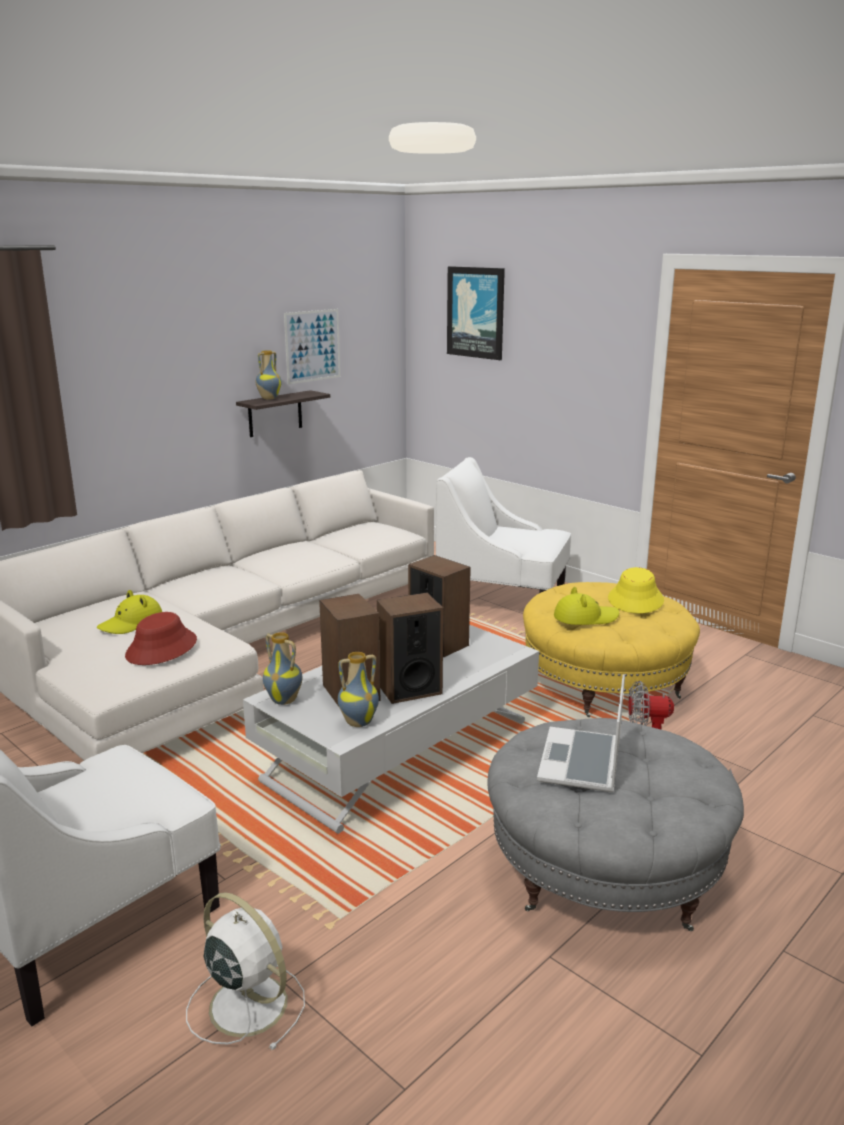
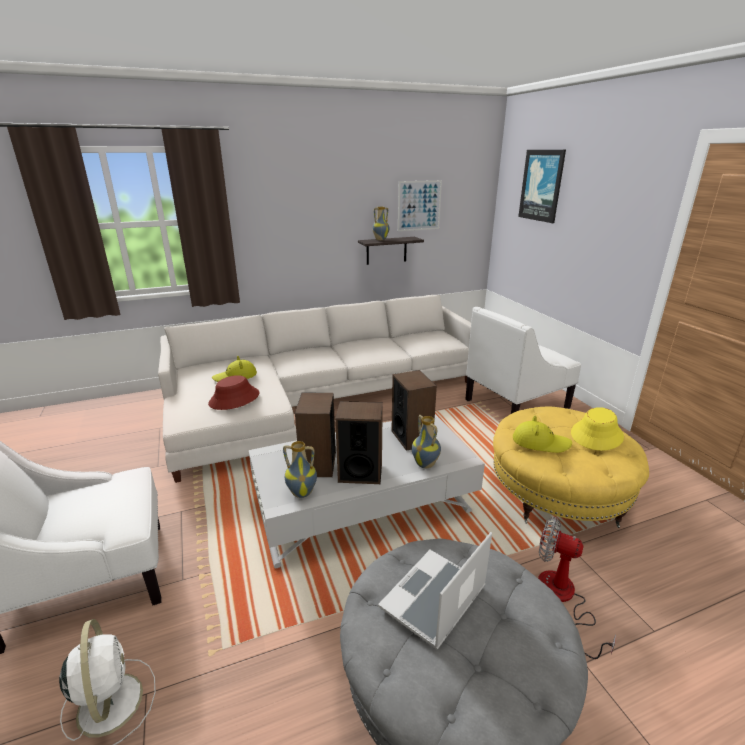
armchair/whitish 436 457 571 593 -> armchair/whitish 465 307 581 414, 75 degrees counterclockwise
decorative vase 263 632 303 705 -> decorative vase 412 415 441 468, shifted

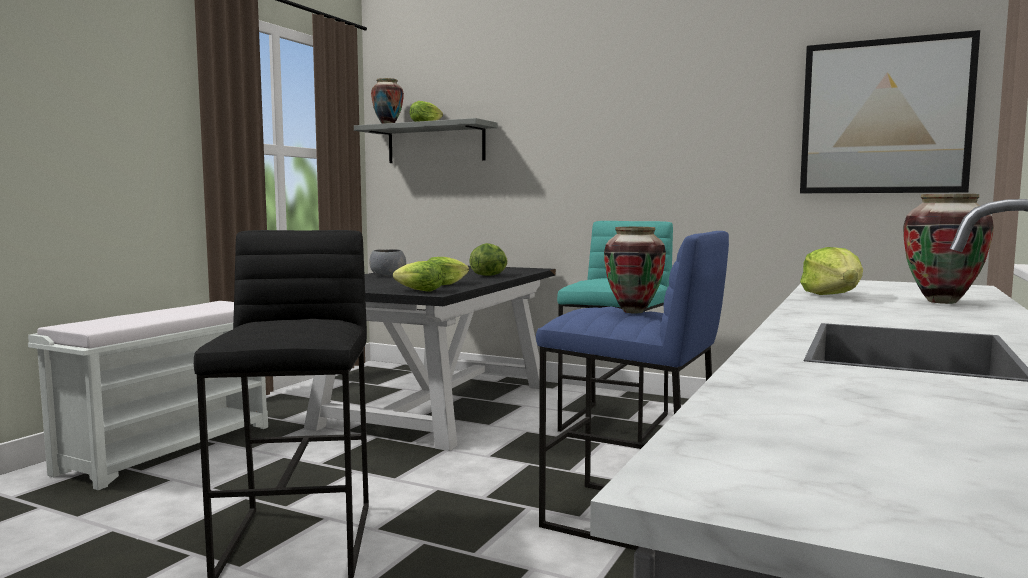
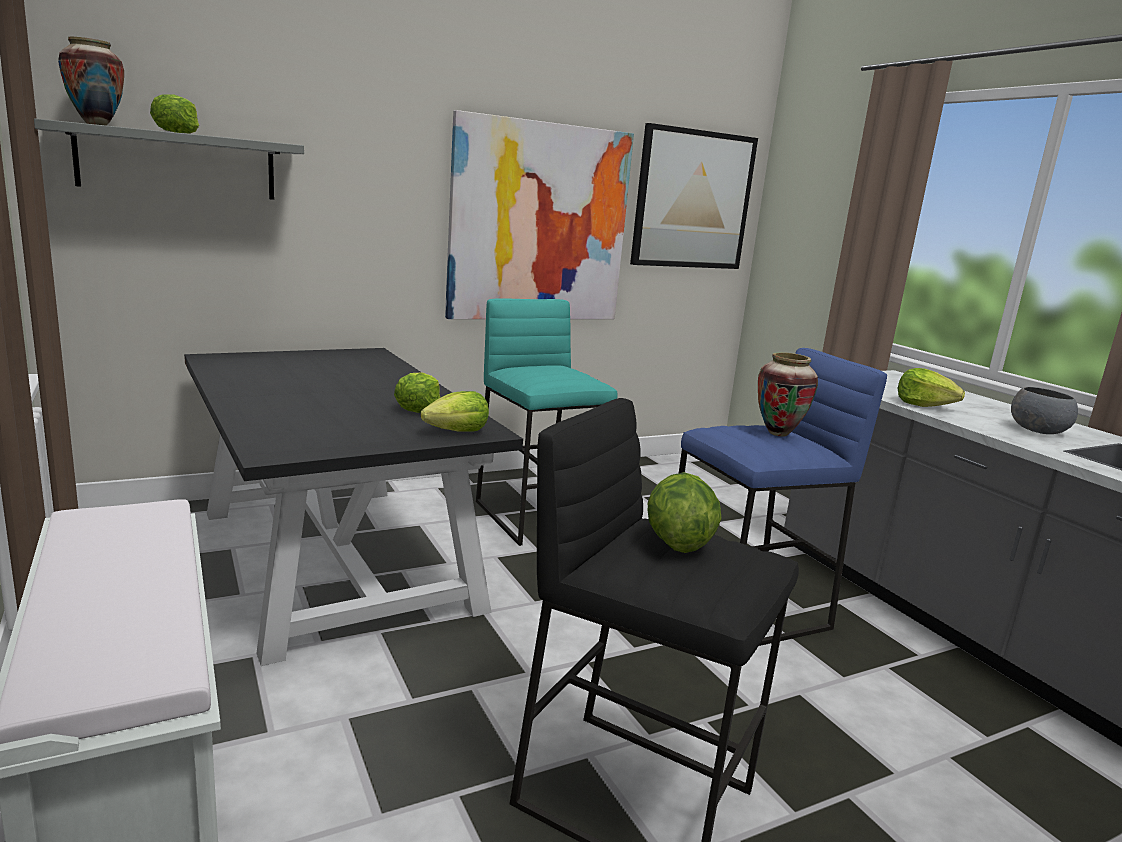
decorative vase 903 194 994 304 -> none
lettuce head 469 243 508 276 -> lettuce head 647 472 722 553, shifted
serving bowl/greyish 369 249 406 277 -> serving bowl/greyish 1011 387 1078 434, shifted
none -> wall picture 445 110 634 319

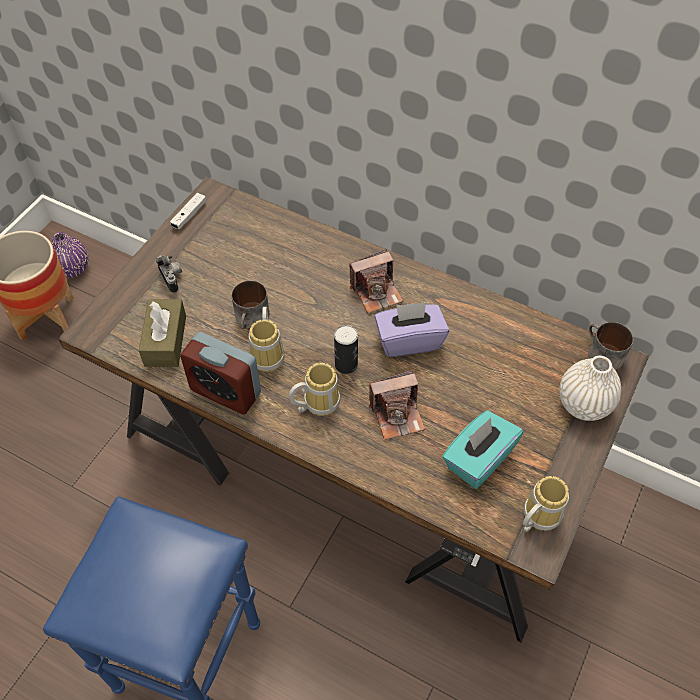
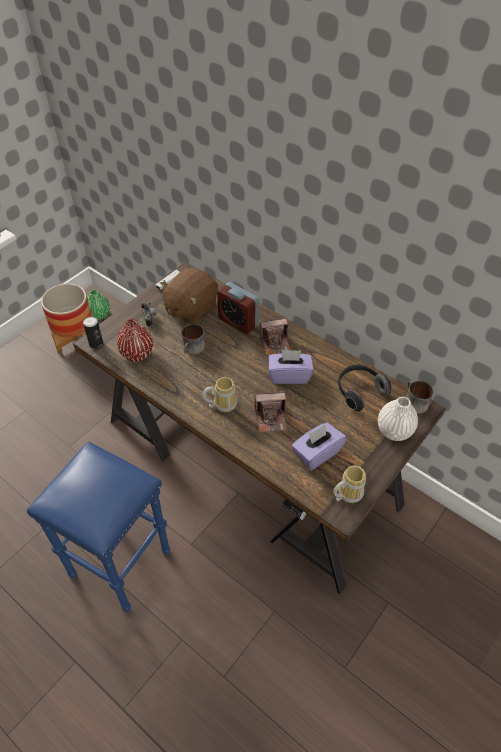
decorative vase/purple-coloured 51 232 89 277 -> decorative vase/green-coloured 87 290 110 320
tissue holder/brown 139 299 186 367 -> decorative vase/red 117 319 153 361
mug 249 307 285 372 -> none
sealed can 334 325 358 374 -> sealed can 83 316 103 349, shifted
alarm clock 180 332 261 415 -> alarm clock 217 282 259 334, shifted
tissue holder/turquoise 442 410 523 489 -> tissue holder/purple-coloured 292 422 347 470
none -> plush toy/brown 160 268 218 324
none -> headset 338 365 391 411

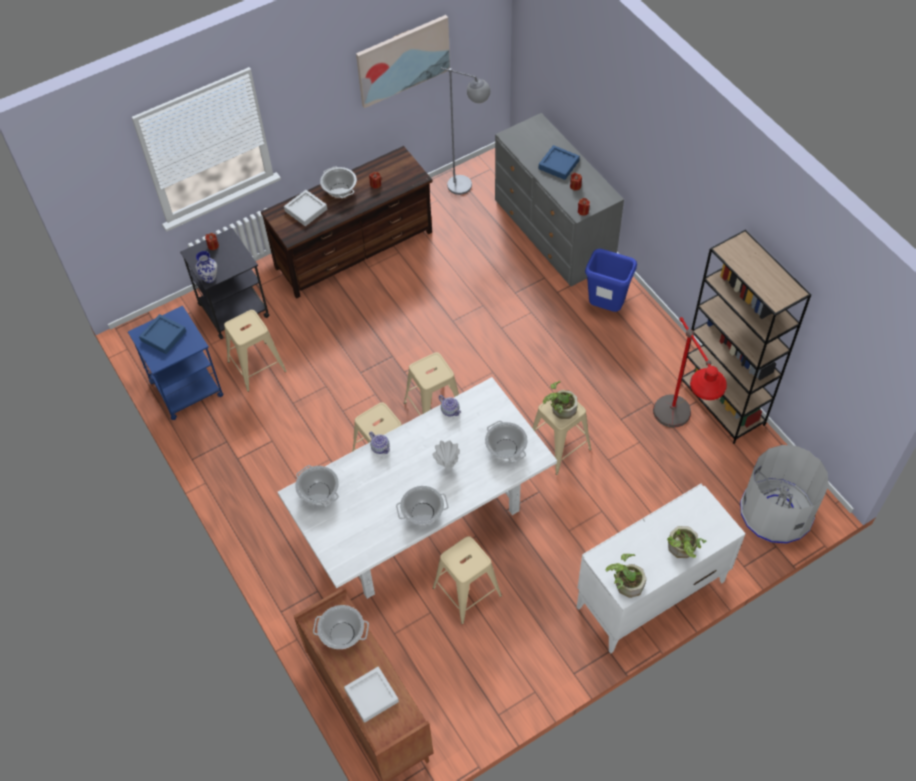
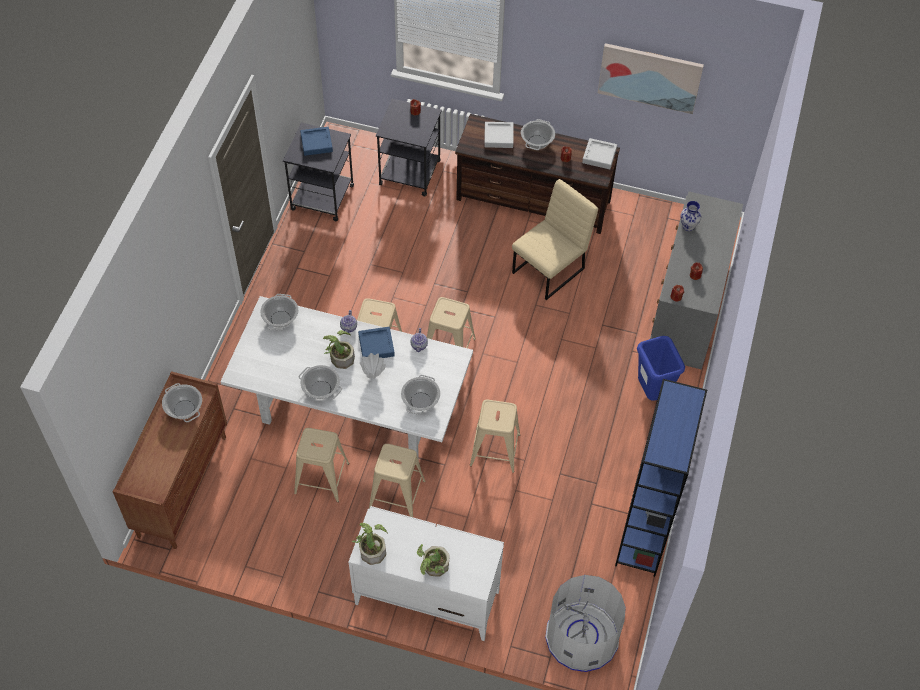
floor lamp/greyish 441 68 490 195 -> none
tray/blue-coloured 539 145 580 180 -> tray/blue-coloured 358 327 395 358, shifted
bookcase/beige-coloured 681 230 811 444 -> bookcase/blue-coloured 615 379 707 577
decorative vase 195 251 217 283 -> decorative vase 680 201 701 231, shifted
trolley/blue-coloured 128 306 223 420 -> trolley/blackish 283 122 354 221
stool seat/beige-coloured 224 310 287 392 -> stool seat/beige-coloured 369 444 425 517, shifted
floor lamp/red 653 317 727 428 -> none
potted plant 543 381 578 419 -> potted plant 323 330 355 369, shifted
tray/greyish 344 667 399 723 -> tray/greyish 582 138 617 169, shifted
none -> chair/beige-coloured 512 179 598 300

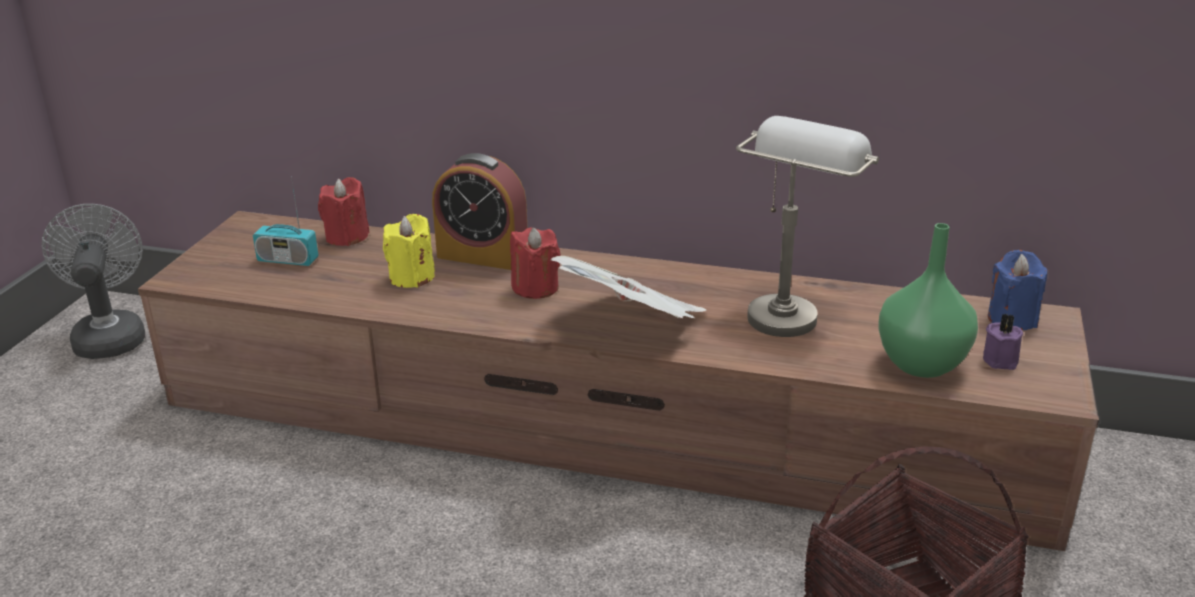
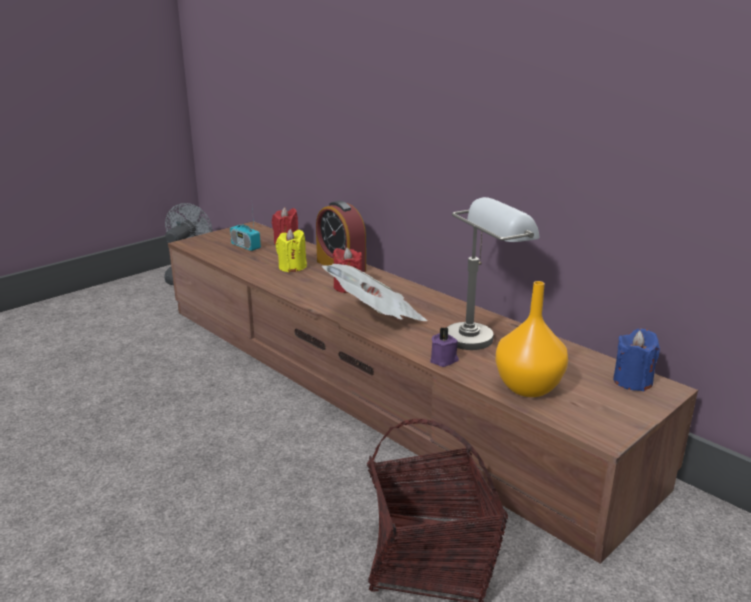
decorative vase/green-coloured 878 223 978 378 -> decorative vase/orange 495 281 568 397
candle/purple-coloured 983 314 1023 370 -> candle/purple-coloured 430 327 459 367, shifted

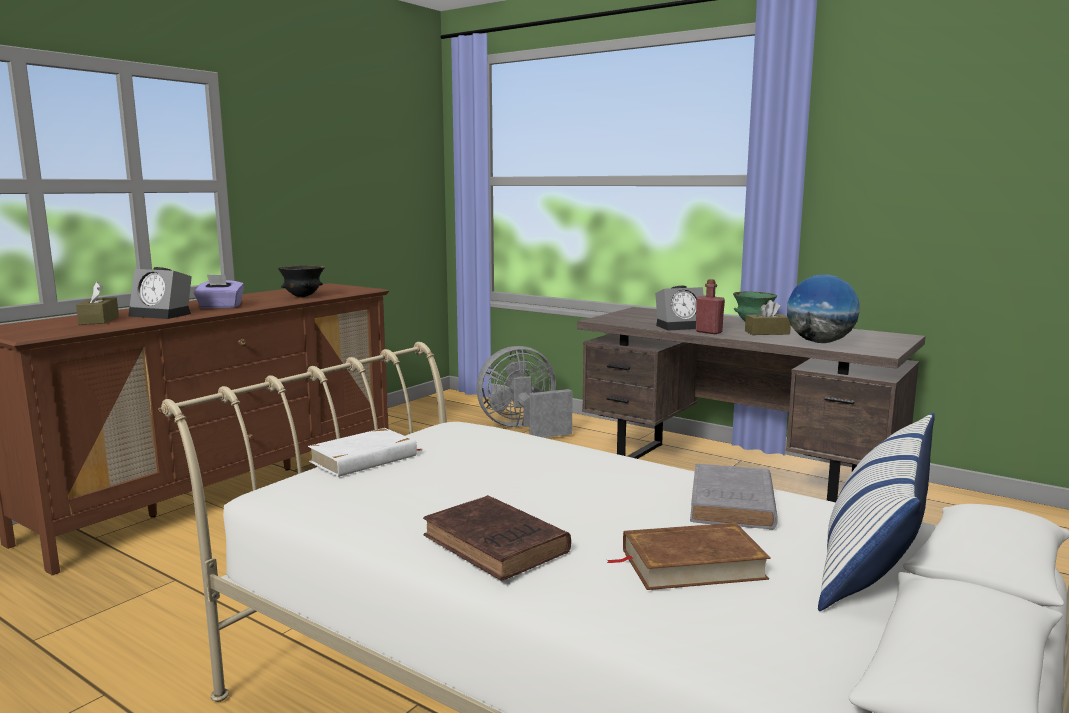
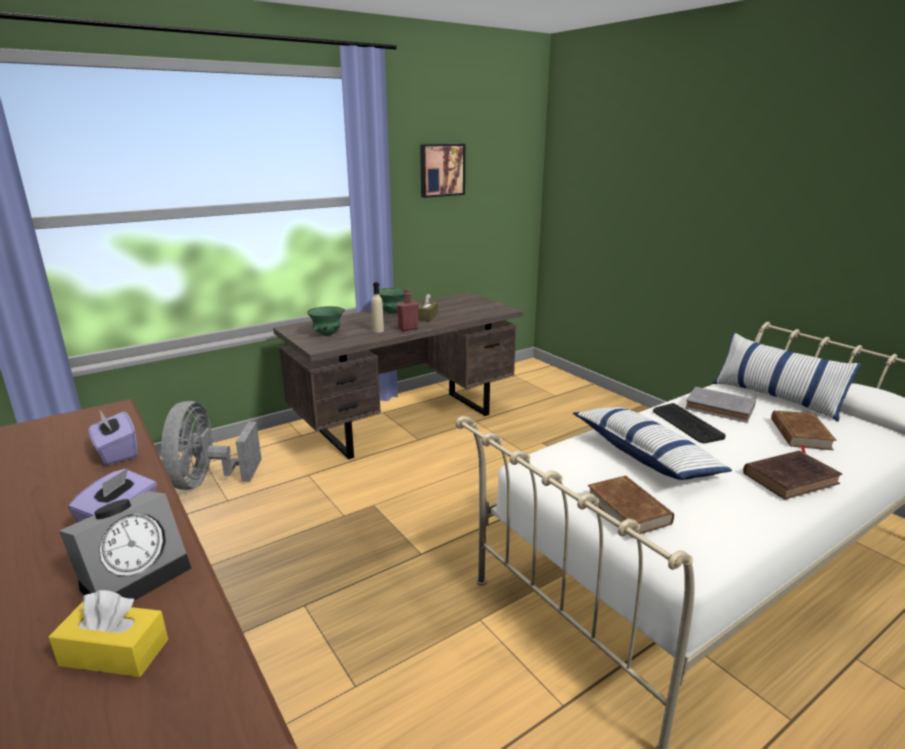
serving bowl/blackish 278 265 325 298 -> tissue holder/purple-coloured 89 410 137 465
desk globe 787 274 860 343 -> none
tissue holder/brown 76 282 119 325 -> tissue holder/yellowish 49 590 168 677
alarm clock 655 286 704 331 -> beverage bottle/beige-coloured 371 282 384 333
book/whitish 308 428 421 477 -> book/brown 587 475 674 537
none -> wall picture 420 144 465 198
none -> serving bowl/green-coloured 307 306 345 336
none -> PC keyboard 653 403 726 443
none -> cushion 573 407 732 480

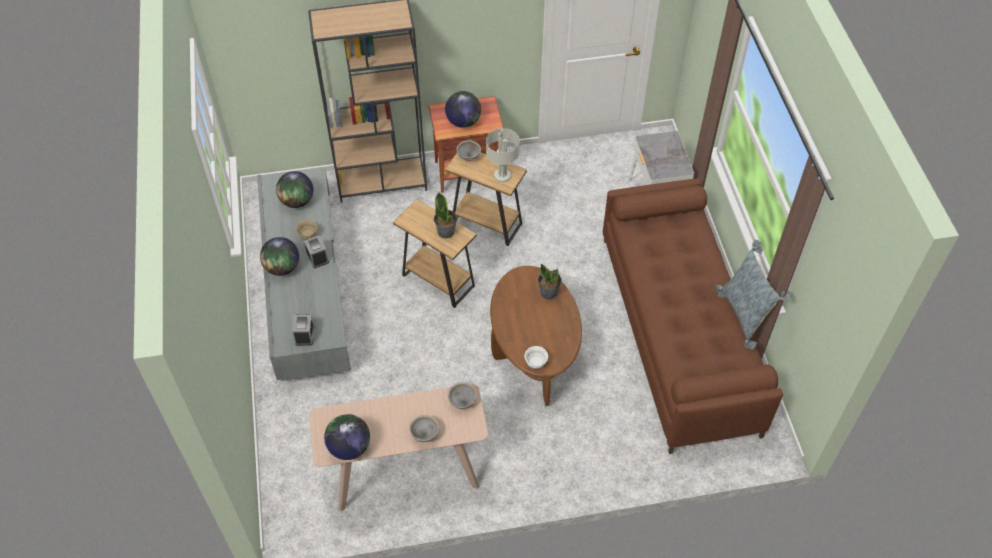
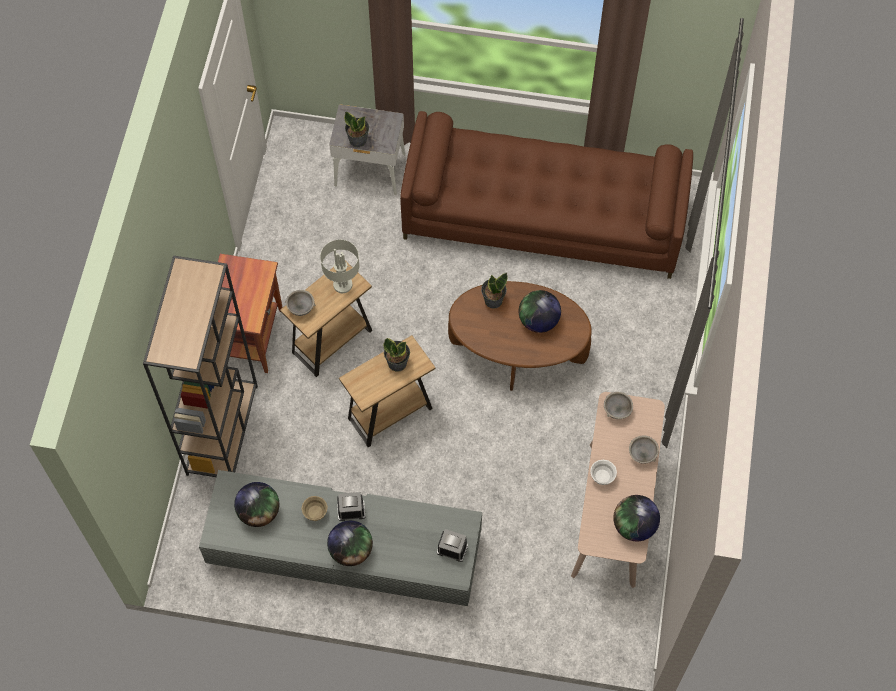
desk globe 445 91 481 128 -> desk globe 519 290 561 333, shifted
cushion 715 240 792 350 -> none
serving bowl/whitish 524 346 548 369 -> serving bowl/whitish 590 460 617 485, shifted
none -> potted plant 344 112 369 147

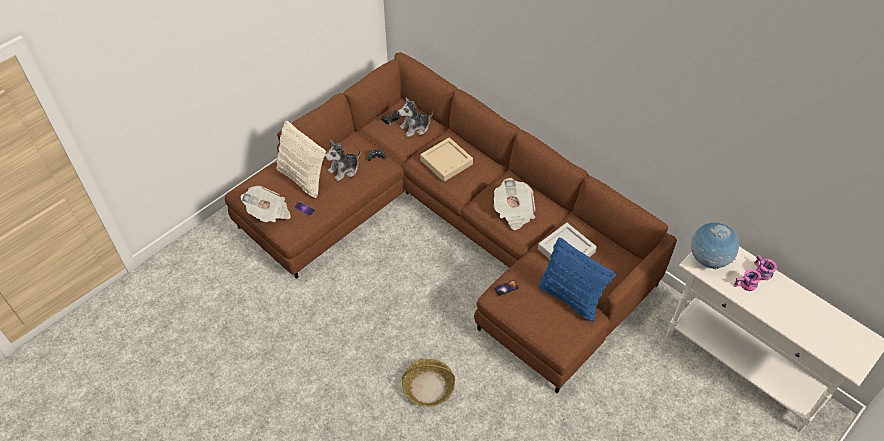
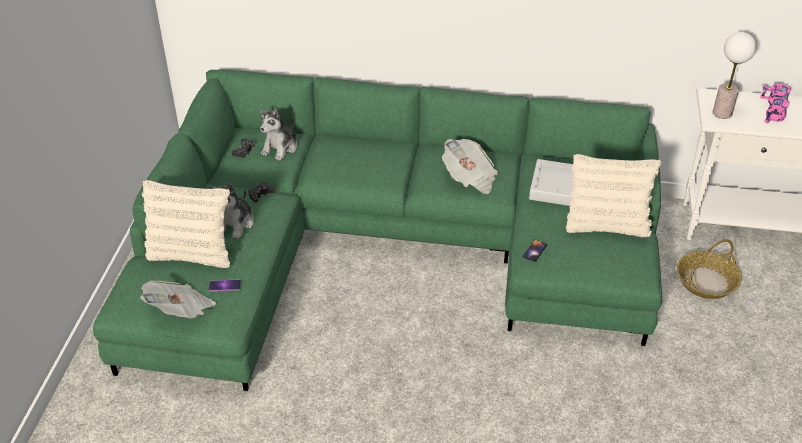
sofa/brown 225 52 677 393 -> sofa/green-coloured 93 69 662 391
tray/beige-coloured 420 138 473 182 -> none
desk globe 691 222 739 269 -> tabletop lamp 713 32 756 119
cushion/blue-coloured 539 238 616 322 -> cushion/beige-coloured 566 154 661 237
household basket 402 359 455 407 -> household basket 677 239 742 299, shifted

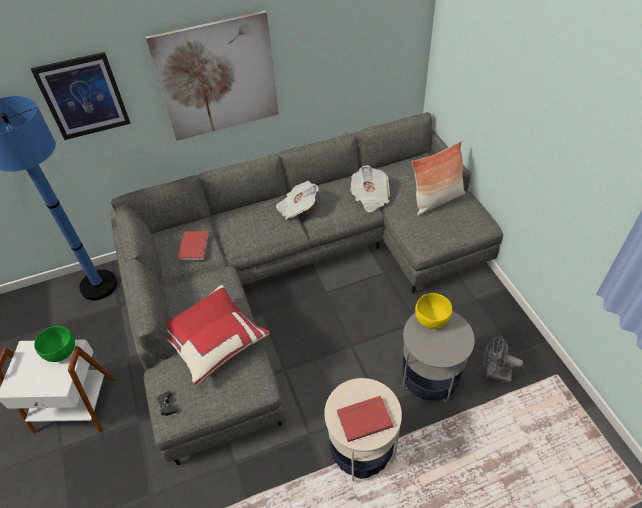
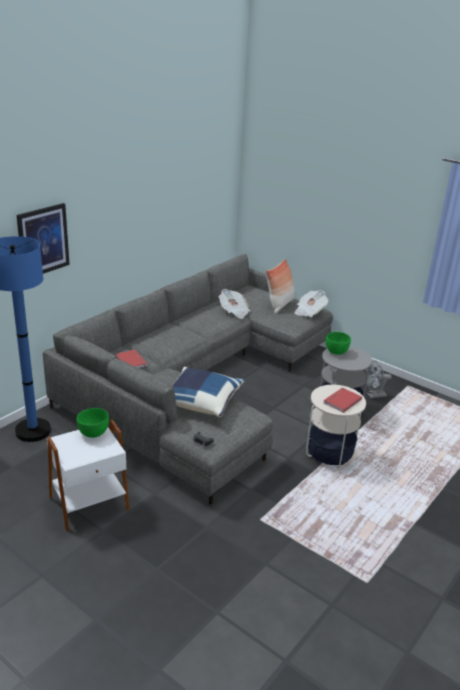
wall picture 146 11 279 141 -> none
daily paper 276 181 319 220 -> daily paper 294 290 328 317, shifted
cushion/red 167 285 270 386 -> cushion/blue-coloured 173 367 244 417
serving bowl/yellowish 415 293 452 329 -> serving bowl/green-coloured 326 332 351 355

